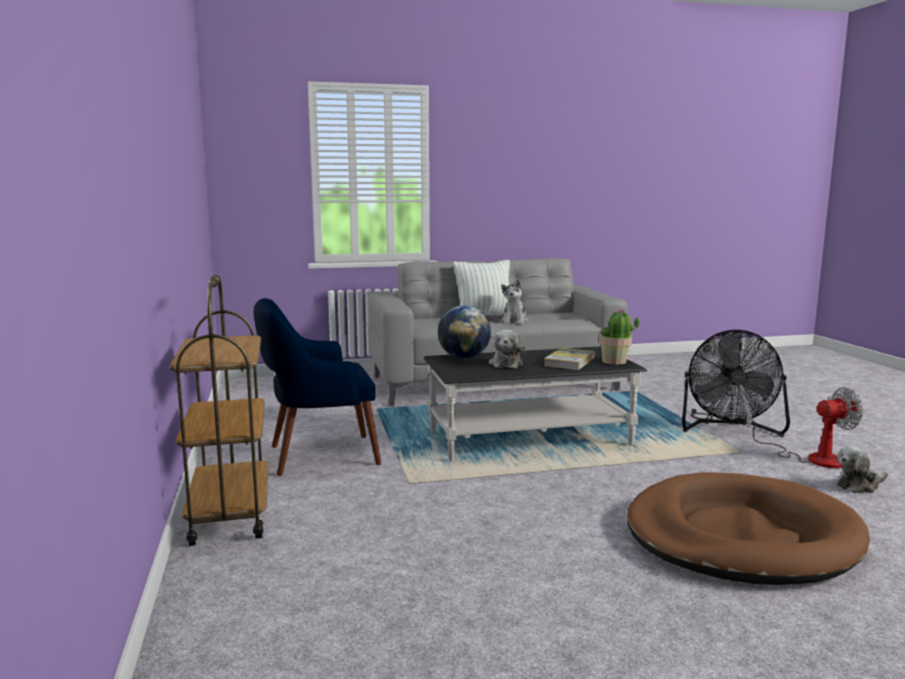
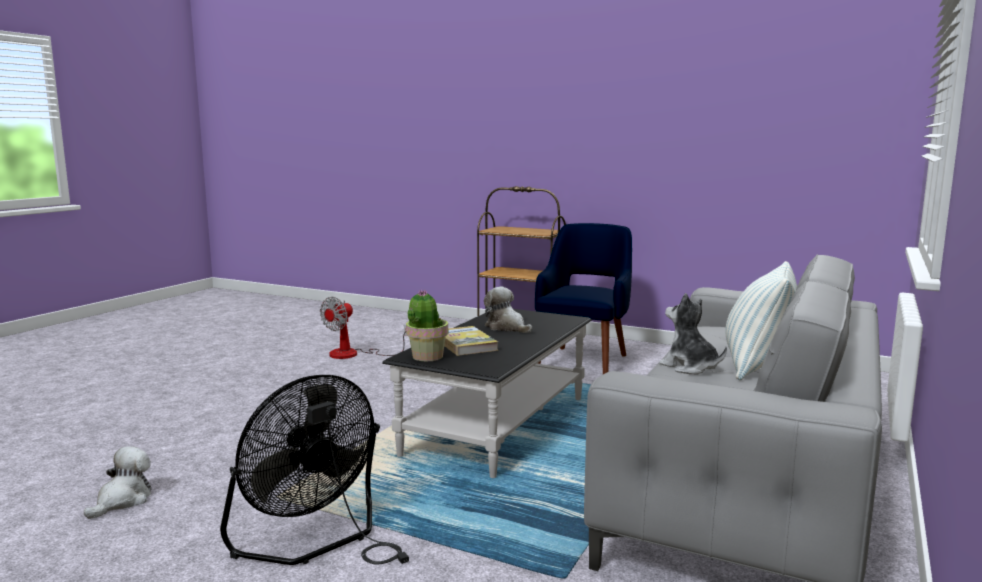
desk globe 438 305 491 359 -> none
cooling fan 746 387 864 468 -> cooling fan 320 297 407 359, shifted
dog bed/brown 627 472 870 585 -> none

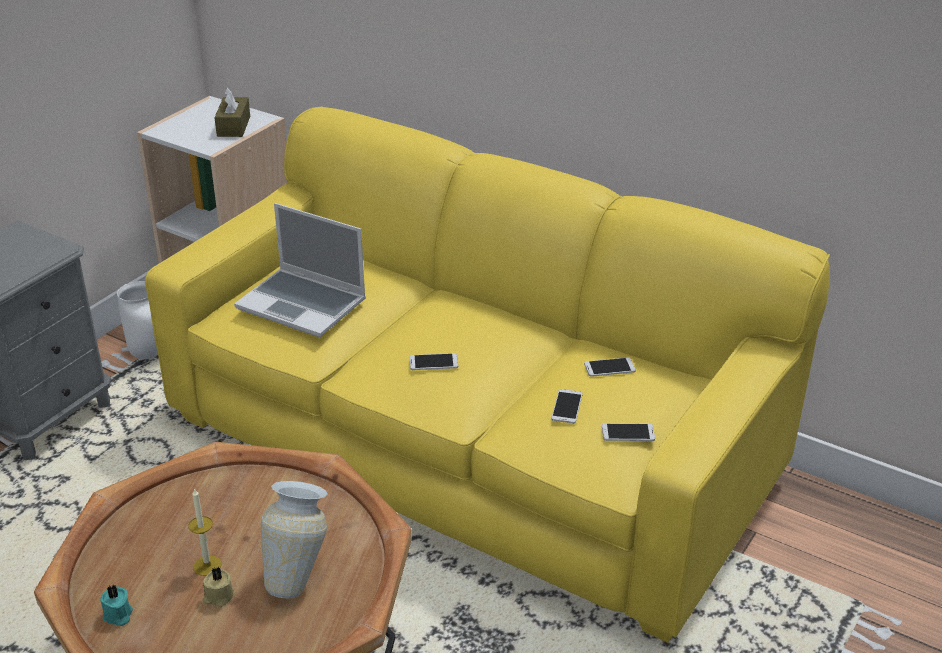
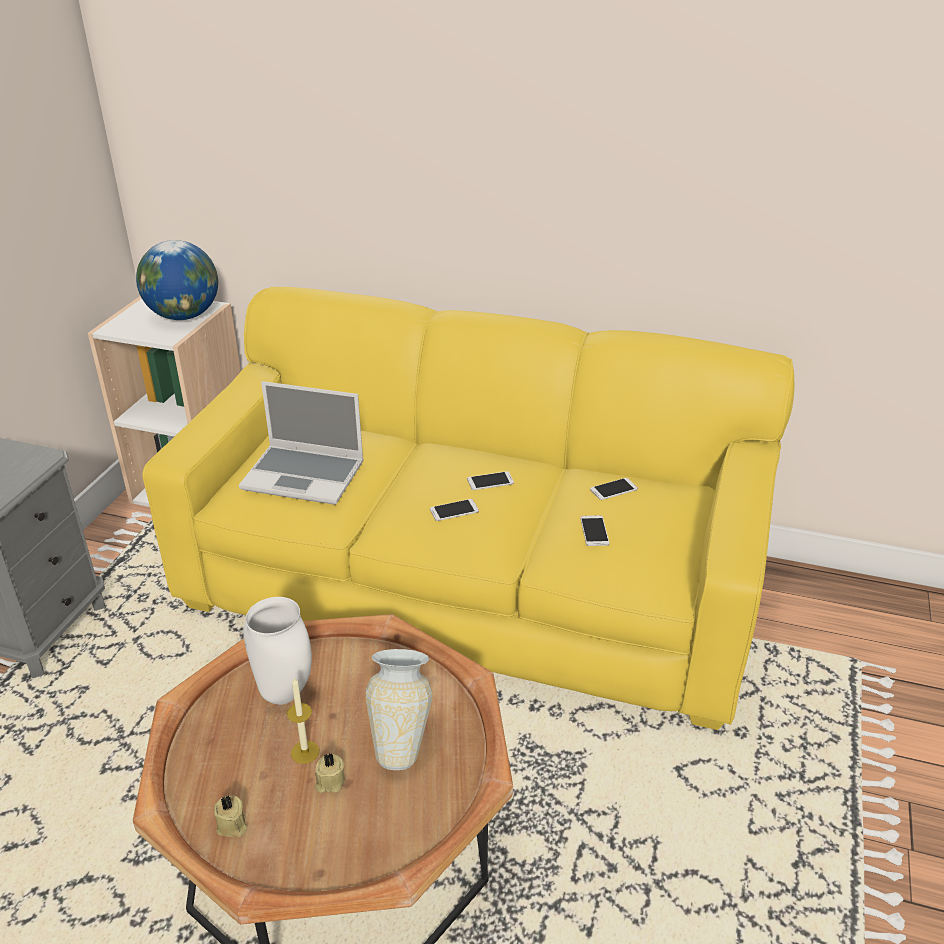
tissue holder/brown 214 88 250 137 -> desk globe 136 240 218 320
decorative vase/whitish 117 281 158 360 -> decorative vase/whitish 243 597 312 705, shifted
phone 602 423 655 441 -> phone 467 471 514 490, shifted
candle/turquoise 100 584 133 626 -> candle/beige-coloured 214 795 247 837

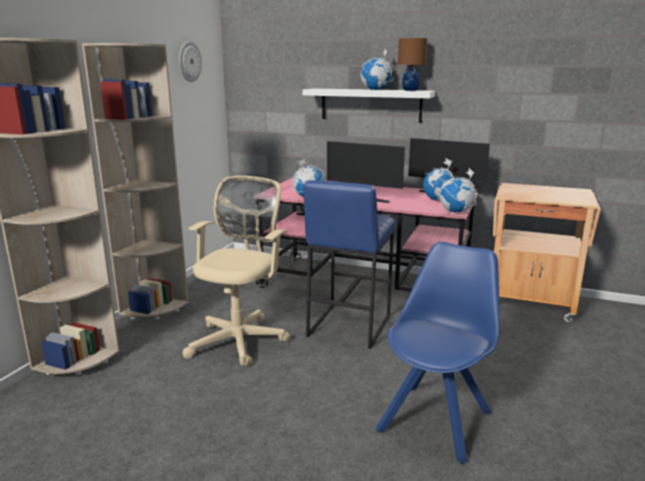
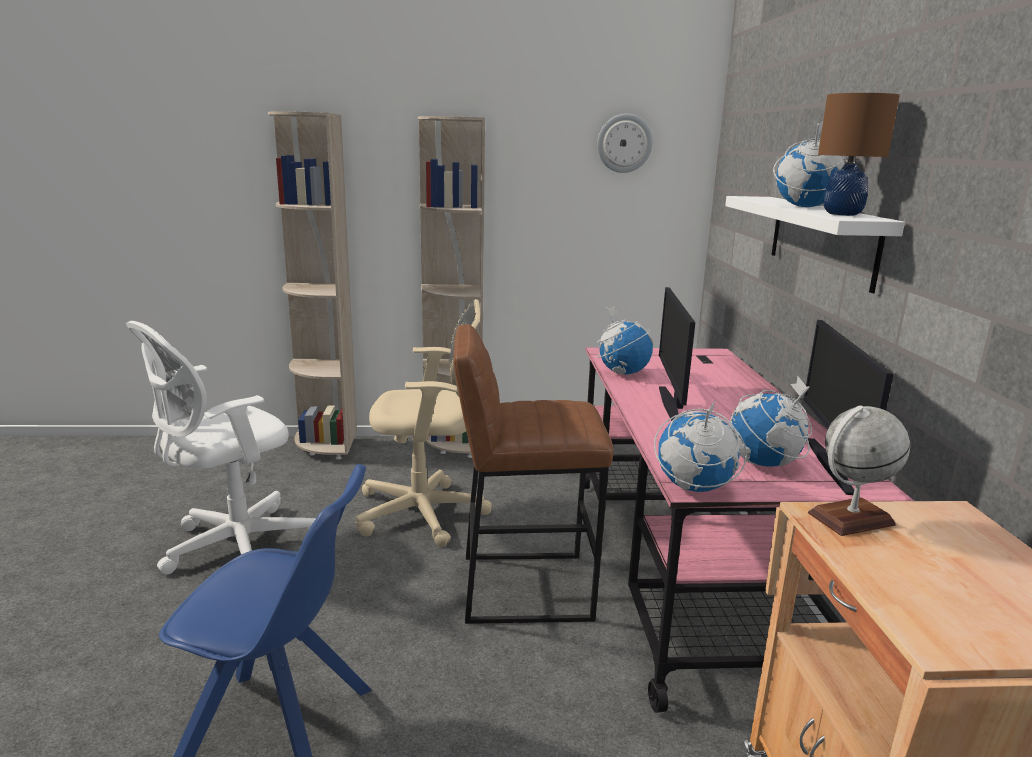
stool seat/blue-coloured 303 180 395 349 -> stool seat/brown 453 324 613 624
none -> desk chair/whitish 126 321 316 575
none -> desk globe 808 406 910 536

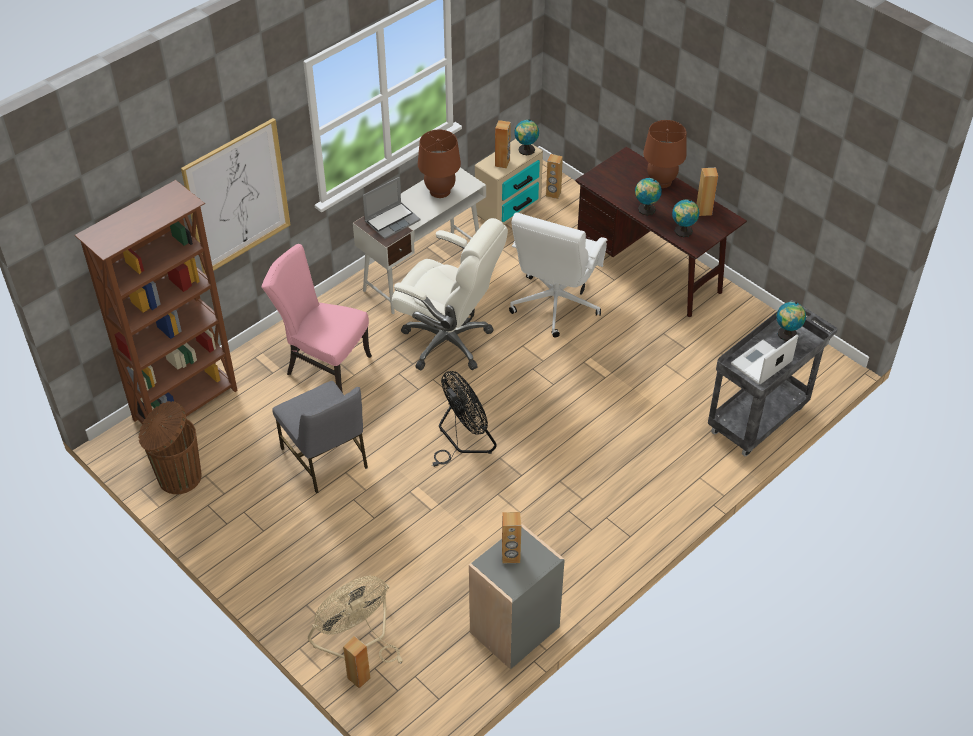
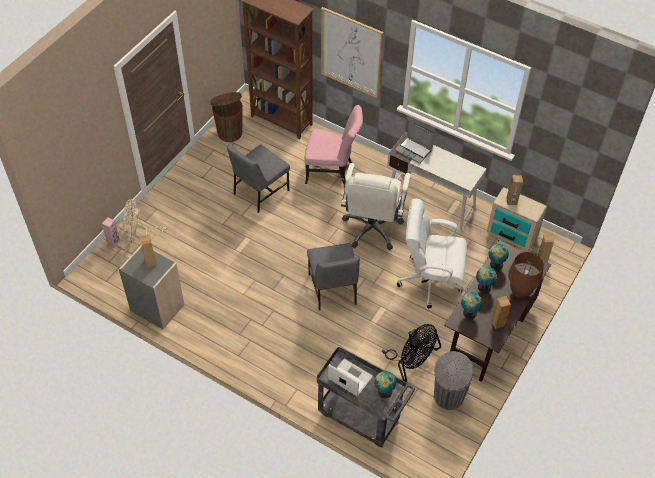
desk globe 514 119 539 155 -> desk globe 489 244 509 270, shifted
tabletop lamp/brown 418 130 461 198 -> none
chair/pinkish 262 244 372 393 -> chair/pinkish 304 105 363 187, 90 degrees clockwise
cooling fan/blackish 431 371 497 467 -> cooling fan/blackish 382 324 441 382, shifted
cooling fan/beige-coloured 308 576 403 664 -> cooling fan/beige-coloured 123 199 167 259, 135 degrees counterclockwise
loudspeaker/brown 343 636 370 688 -> loudspeaker/pinkish 102 217 120 248
none -> chair/greyish 307 243 360 310
none -> trash can/greyish 434 351 474 410

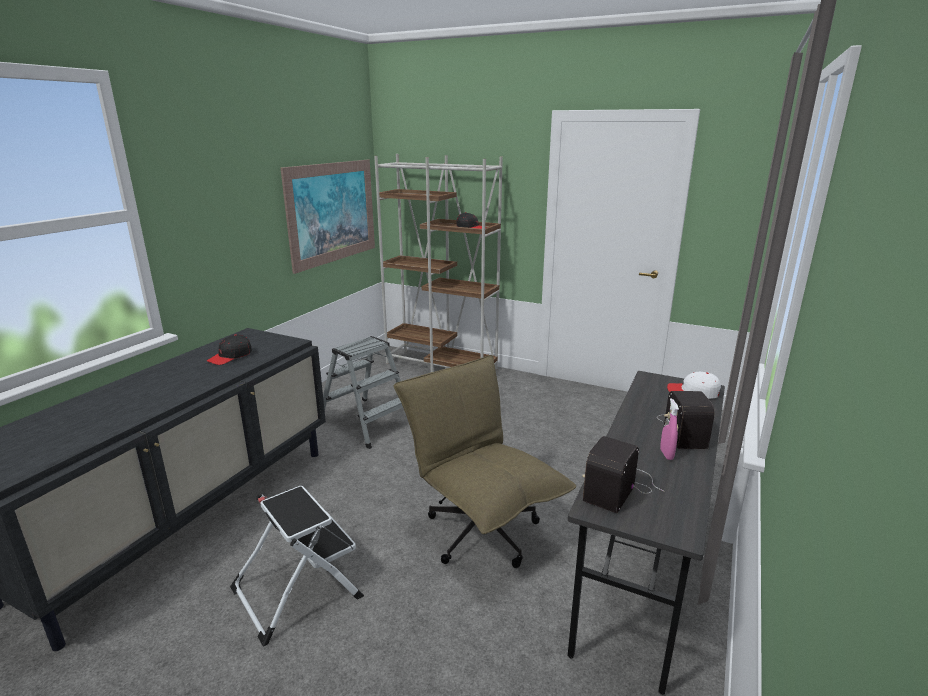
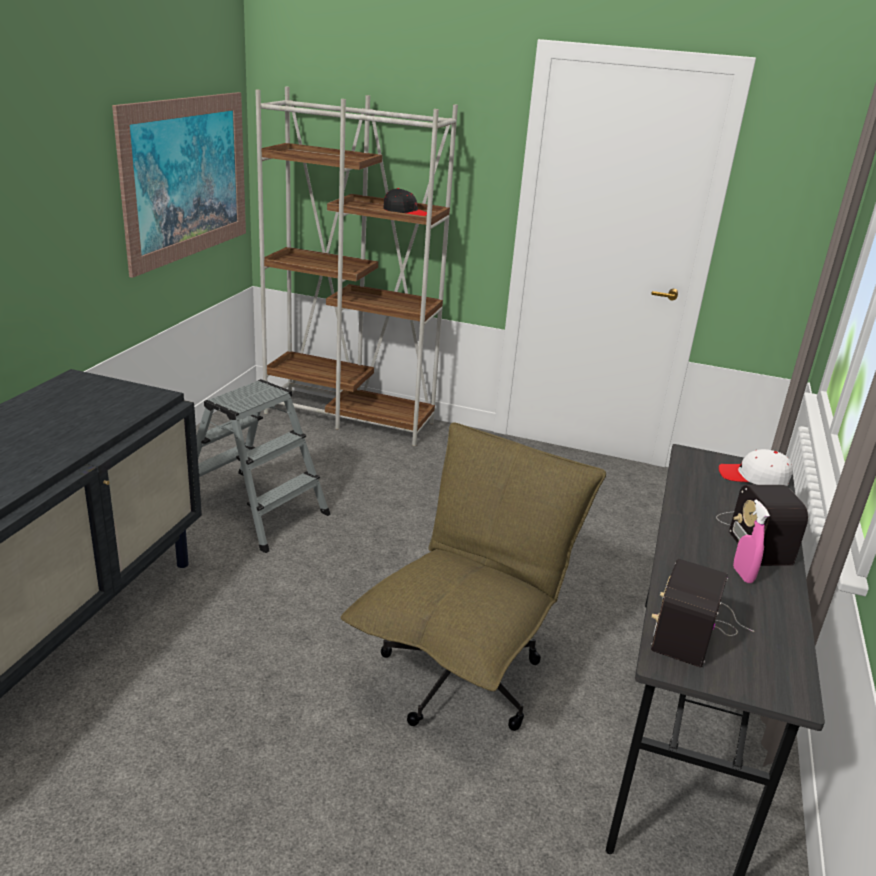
baseball cap/blackish 207 334 252 365 -> none
desk chair/beige-coloured 394 355 576 568 -> desk chair/beige-coloured 341 422 606 731, 75 degrees clockwise
step ladder 230 486 364 646 -> none

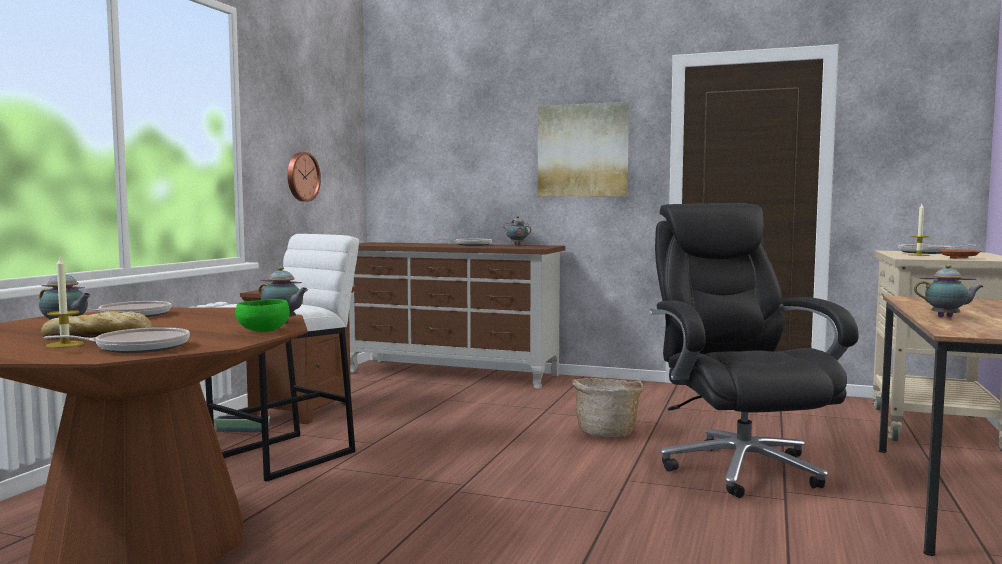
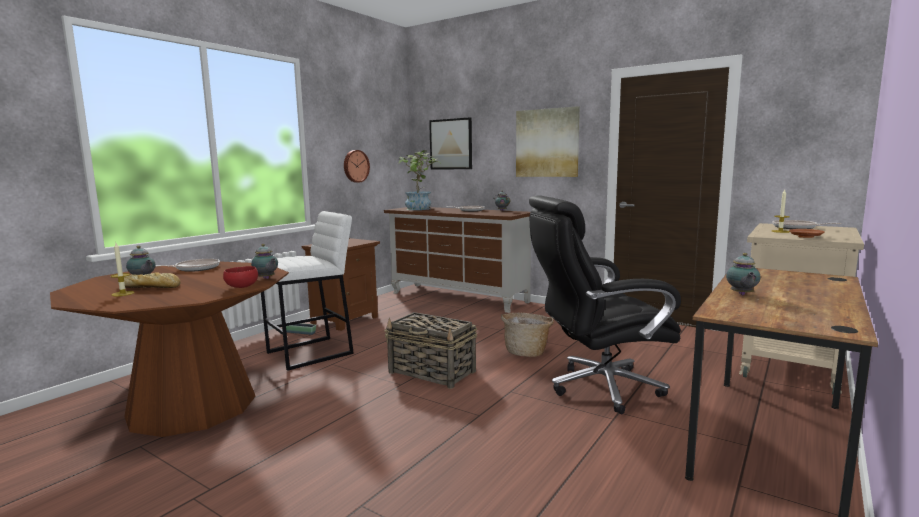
desk chair/blackish 650 203 859 498 -> desk chair/blackish 529 196 681 414, 105 degrees counterclockwise
teapot 914 265 984 317 -> teapot 726 253 760 295, 75 degrees clockwise
serving bowl/green-coloured 235 299 290 332 -> serving bowl/red 223 266 258 288
frying pan 44 327 190 353 -> none
none -> wall picture 429 117 472 169
none -> potted plant 398 150 440 210
none -> household basket 384 312 477 389

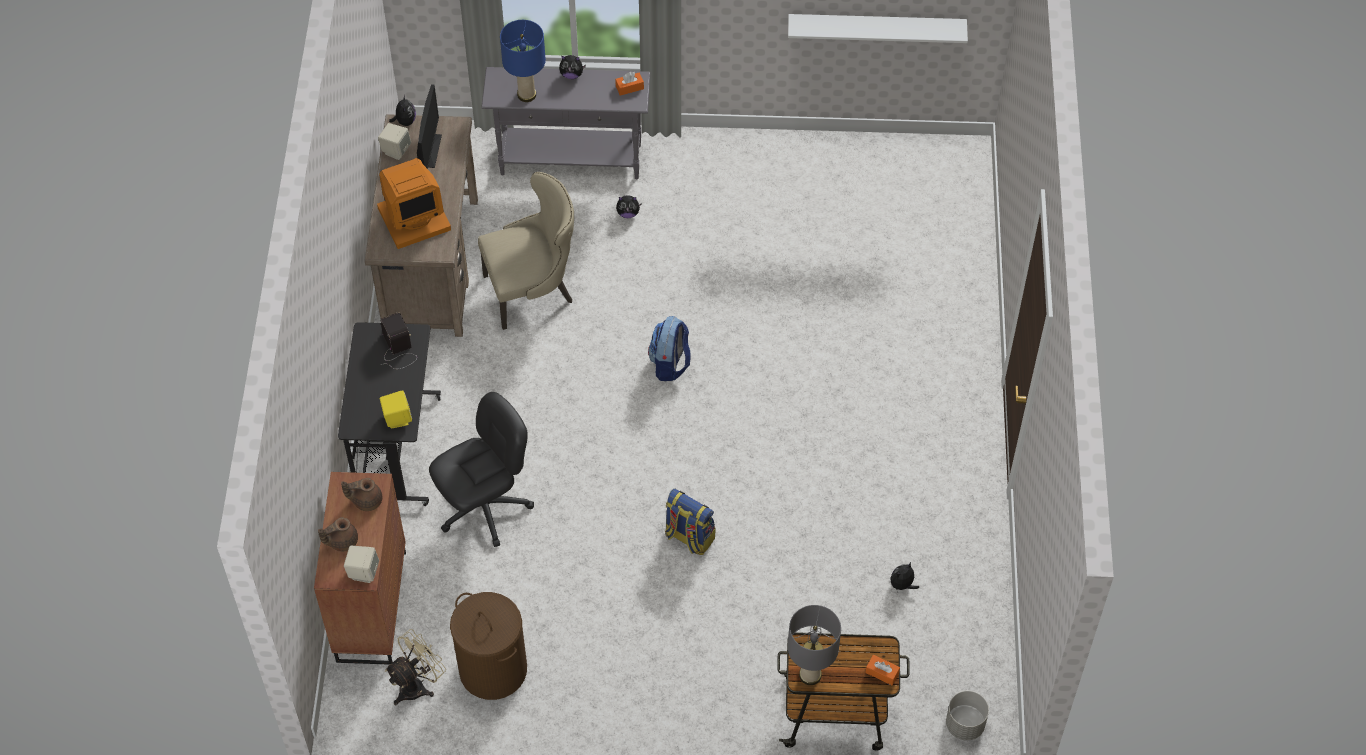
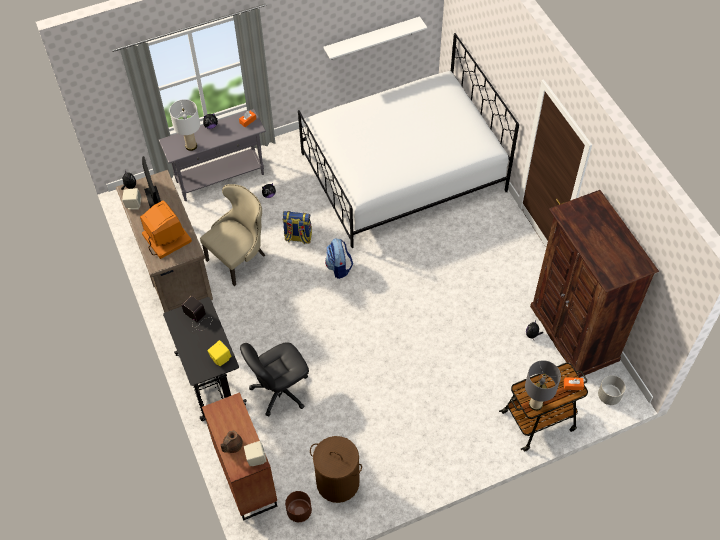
tabletop lamp/blue-coloured 500 20 546 102 -> tabletop lamp/whitish 169 99 200 151
computer screen 377 158 451 249 -> computer screen 140 200 192 259, 75 degrees counterclockwise
desk chair/blackish 429 392 534 547 -> desk chair/blackish 240 342 309 416, 150 degrees counterclockwise
teapot/brown 341 478 382 511 -> none
backpack 665 489 715 555 -> backpack 283 211 312 244, shifted
cooling fan/beige-coloured 385 629 446 705 -> plant pot/brown 285 491 312 522
none -> bedroom bed/whitish 298 33 519 248
none -> armoire/brown 530 190 659 377

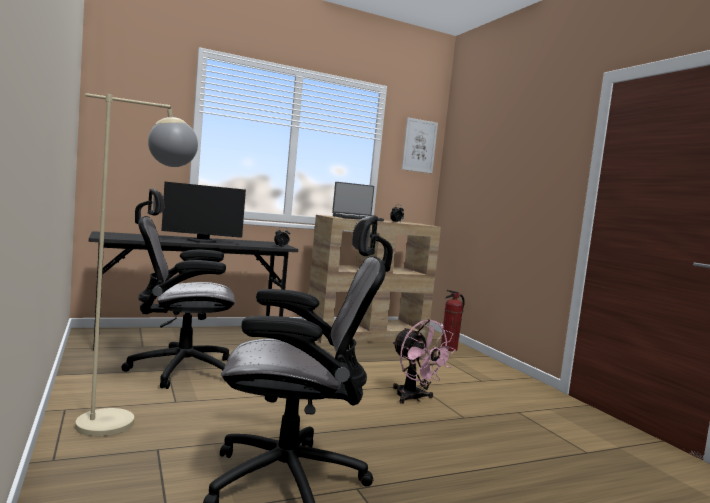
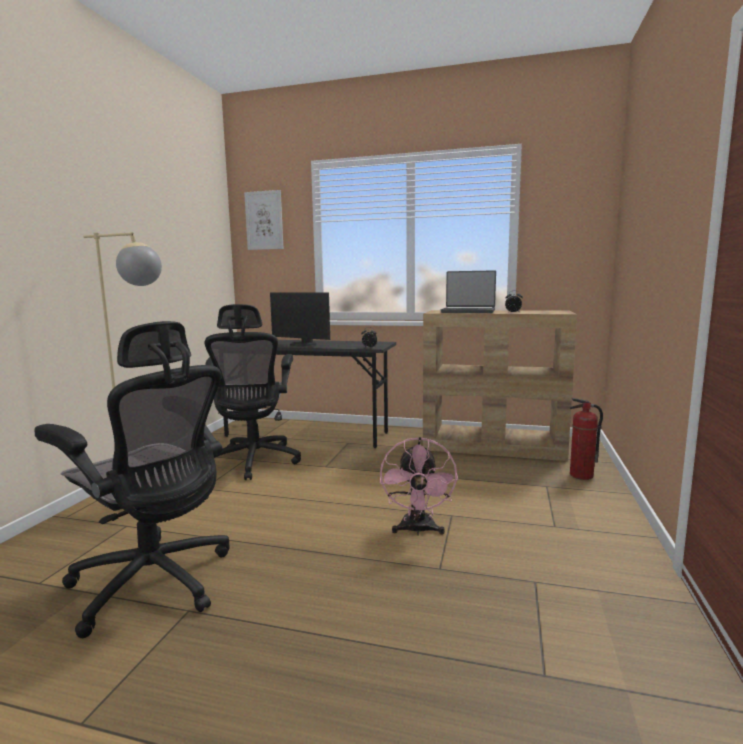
wall picture 402 117 438 173 -> wall picture 244 190 283 250, shifted
desk chair 121 189 236 389 -> desk chair 204 304 301 480, 120 degrees counterclockwise

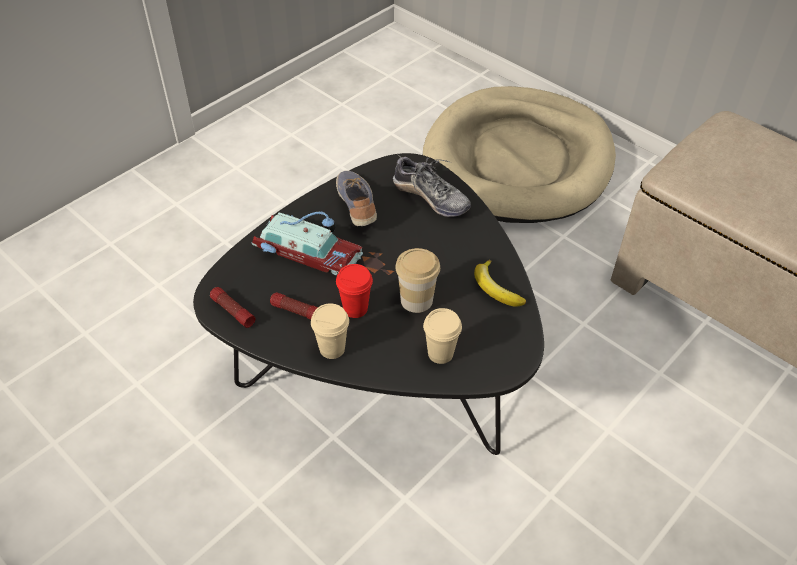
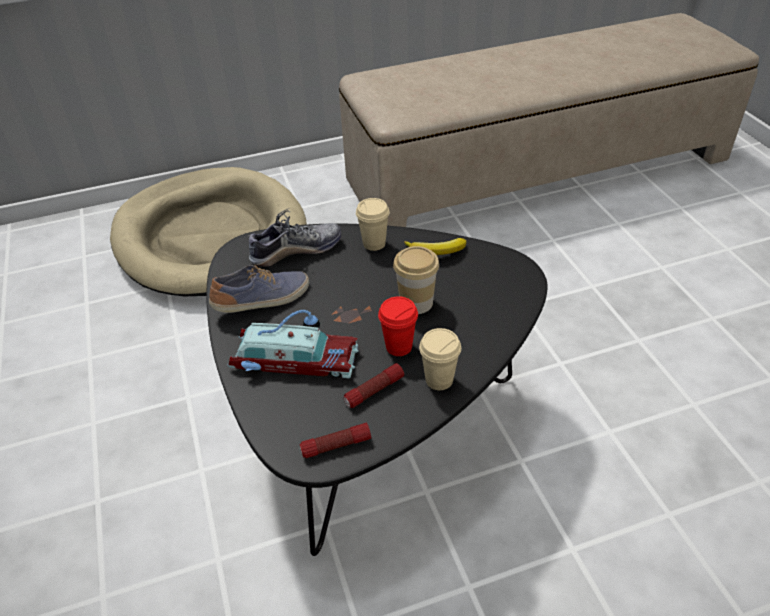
shoe 336 171 377 226 -> shoe 209 265 309 313, 135 degrees clockwise
miniature car 252 212 363 276 -> miniature car 227 310 359 379, 45 degrees clockwise
cup/beige-coloured 423 308 462 364 -> cup/beige-coloured 356 198 389 251, shifted

